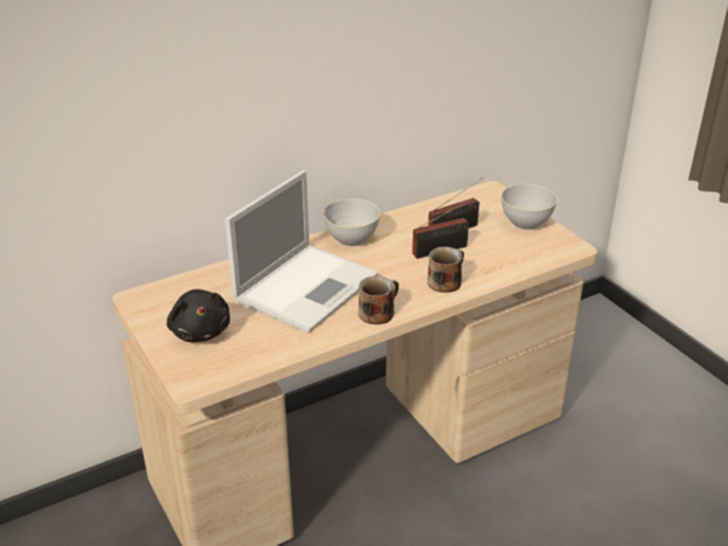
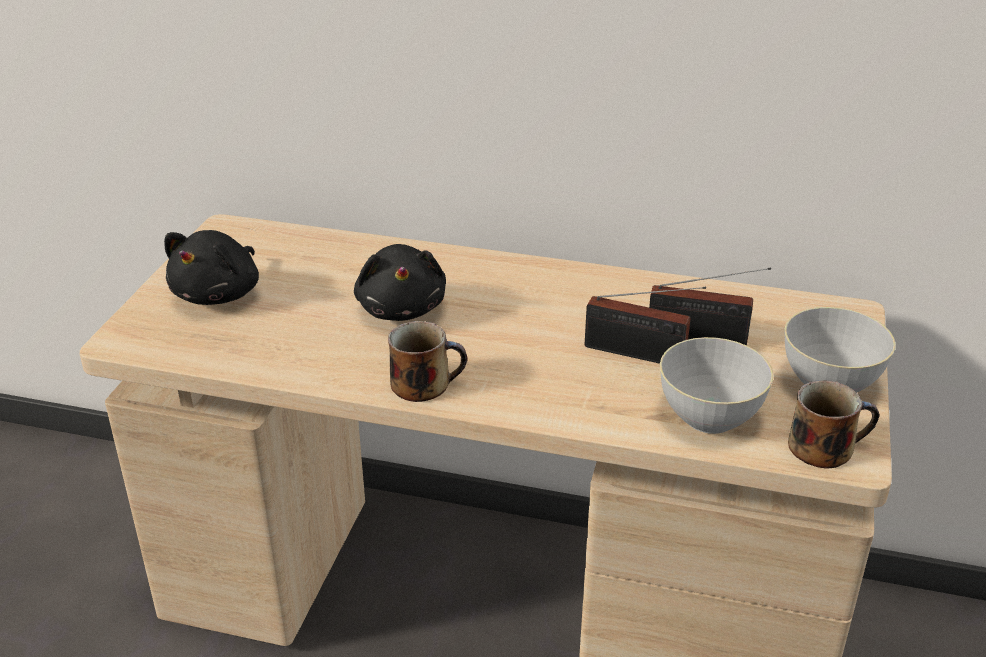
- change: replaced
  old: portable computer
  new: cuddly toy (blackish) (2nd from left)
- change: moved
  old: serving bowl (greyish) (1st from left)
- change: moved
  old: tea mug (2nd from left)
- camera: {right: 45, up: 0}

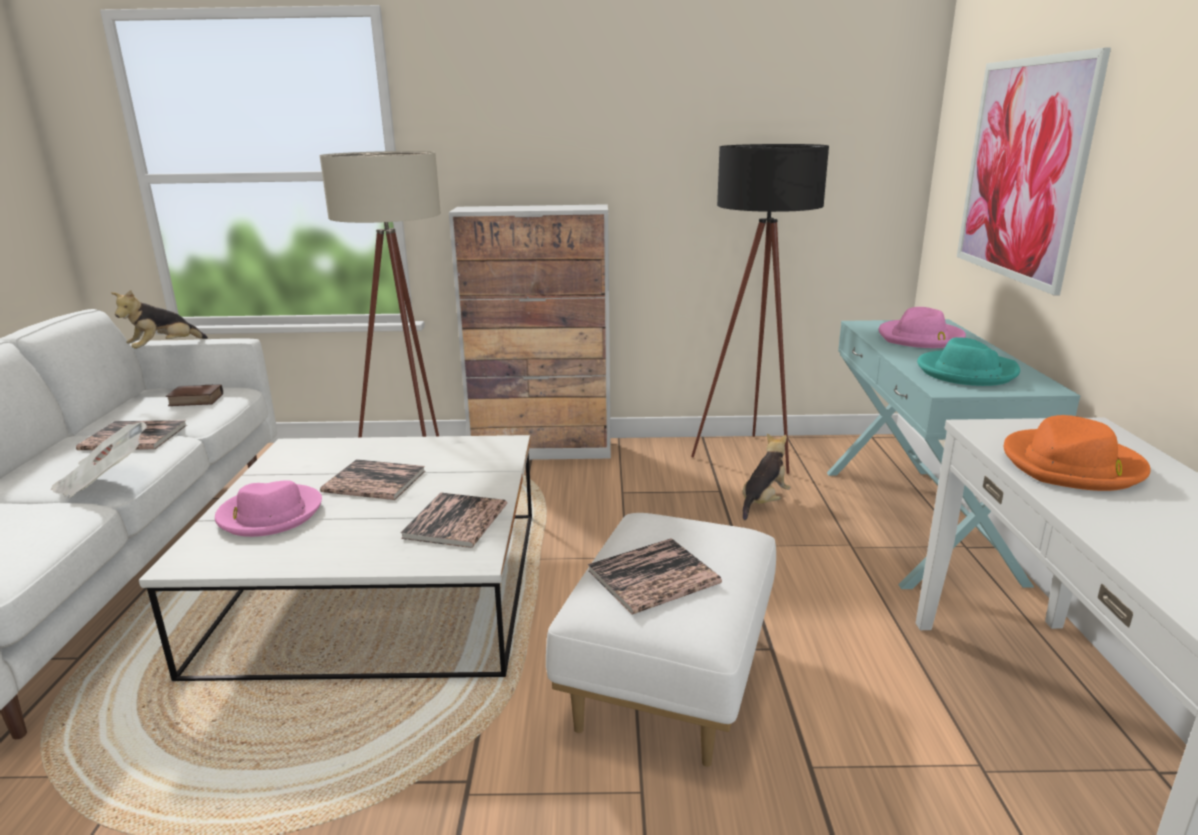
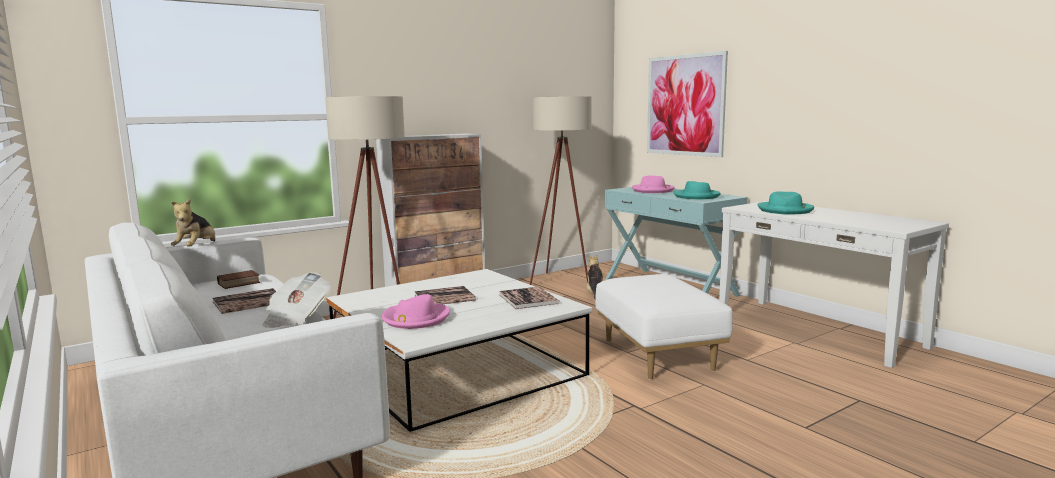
- change: recoloured
  old: floor lamp (blackish)
  new: floor lamp (beige) (2nd from left)
- change: recoloured
  old: hat (orangey)
  new: hat (turquoise) (2nd from left)
- change: removed
  old: volume (5th from left)
- camera: {right: -35, up: -10}

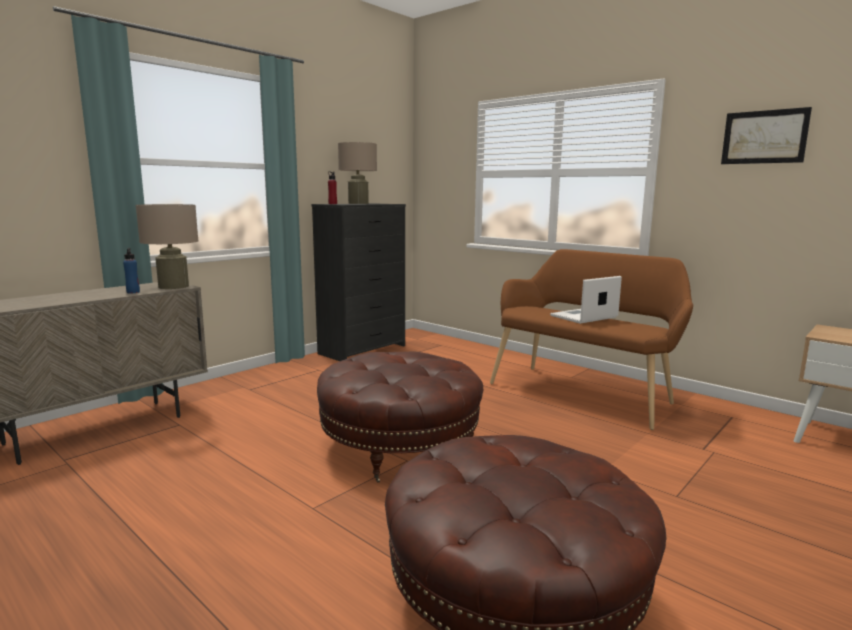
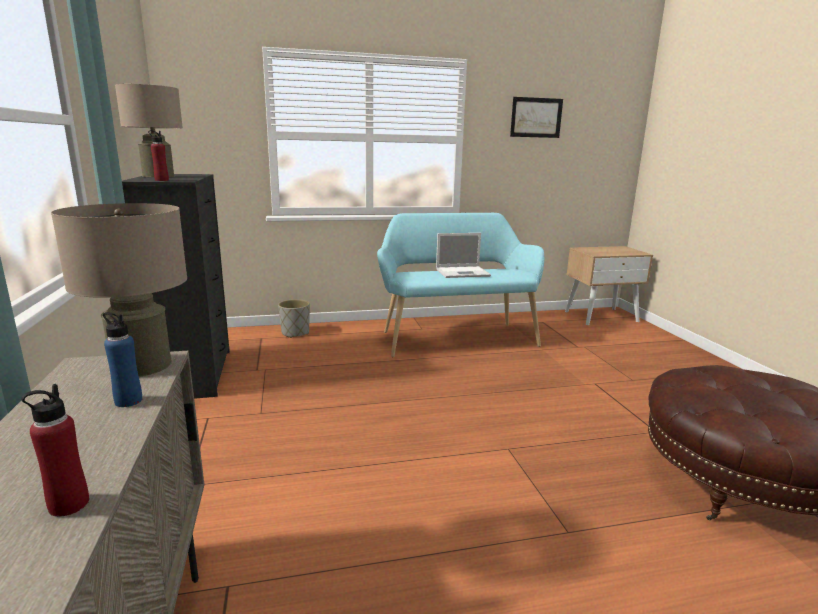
- change: recoloured
  old: indoor bench (brown)
  new: indoor bench (turquoise)
- change: turned
  old: portable computer
  degrees: -105
- change: removed
  old: pouffe (brown) (1st from left)
- change: added
  new: flower pot (greyish)
- change: added
  new: bottle (red) (1st from left)
- camera: {right: -55, up: 5}

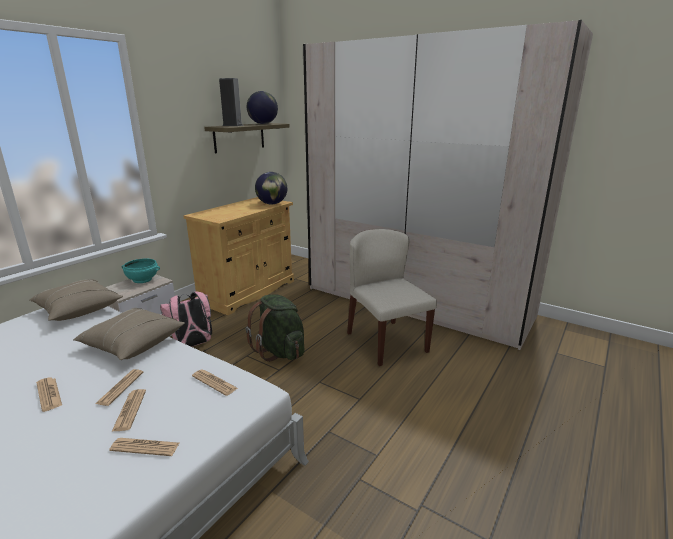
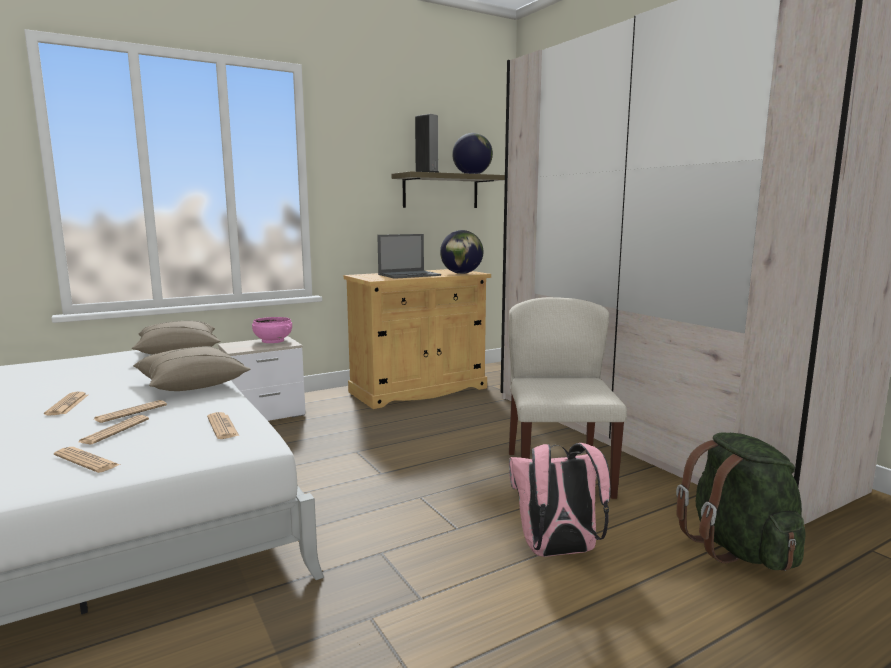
- change: recoloured
  old: serving bowl (turquoise)
  new: serving bowl (pink-coloured)
- change: moved
  old: knapsack (pink-coloured)
- change: moved
  old: knapsack (green-coloured)
- change: added
  new: portable computer
- camera: {right: 25, up: -10}

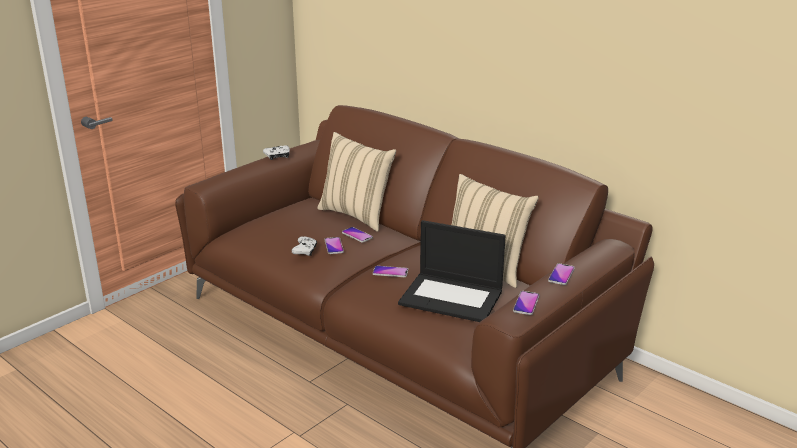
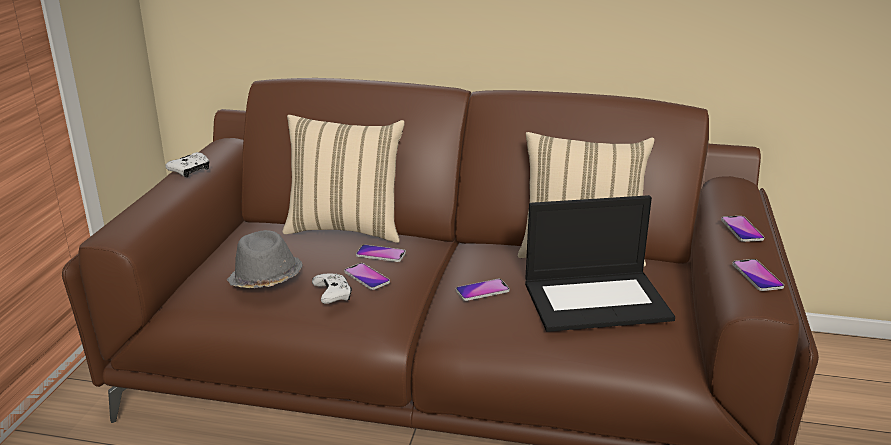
- change: added
  new: hat (greyish)
- camera: {right: -30, up: 0}

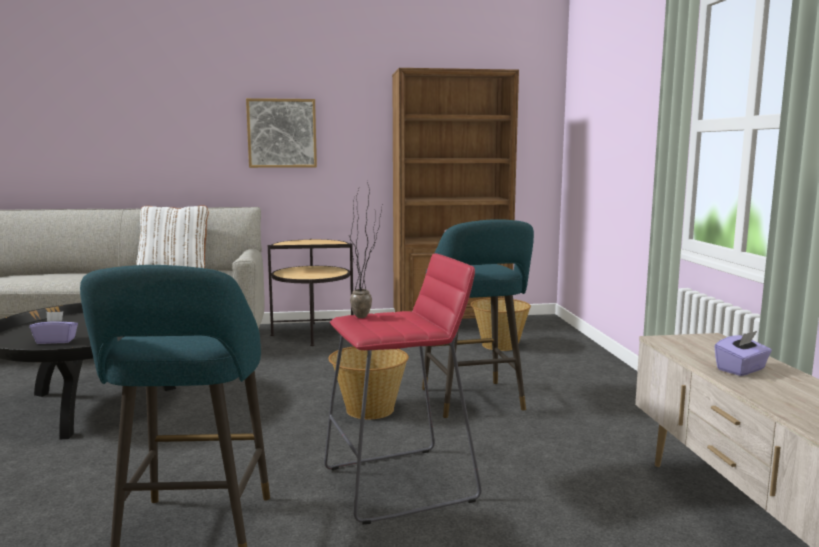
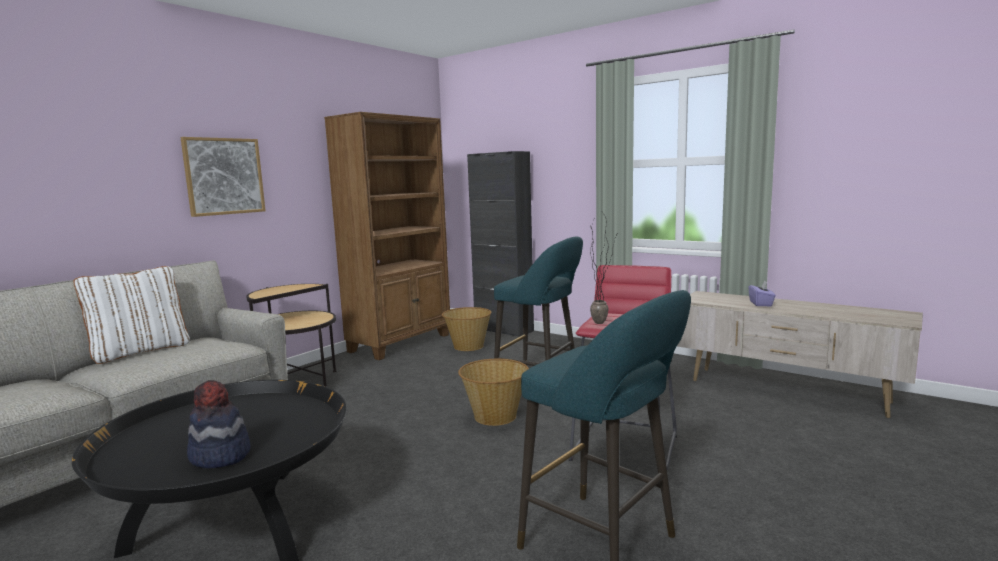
- change: replaced
  old: tissue holder (purplish) (1st from left)
  new: hat
- change: added
  new: storage cabinet (blackish)
- camera: {right: -45, up: 0}

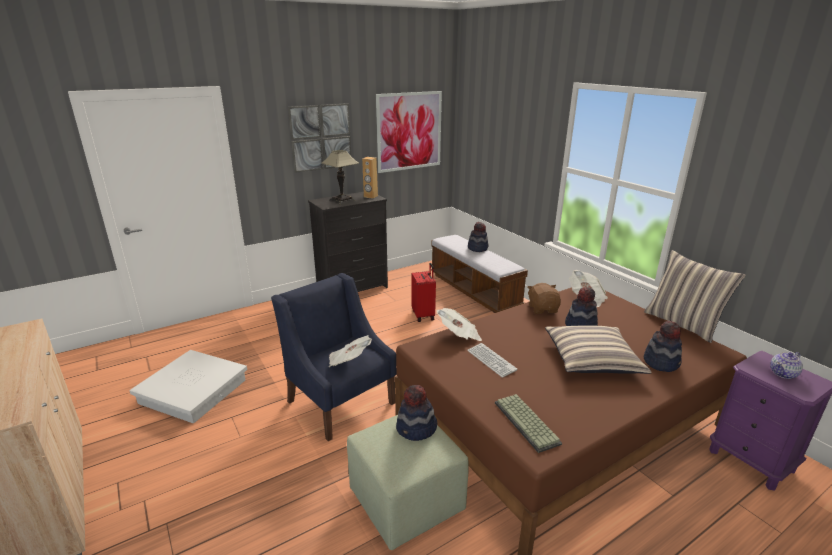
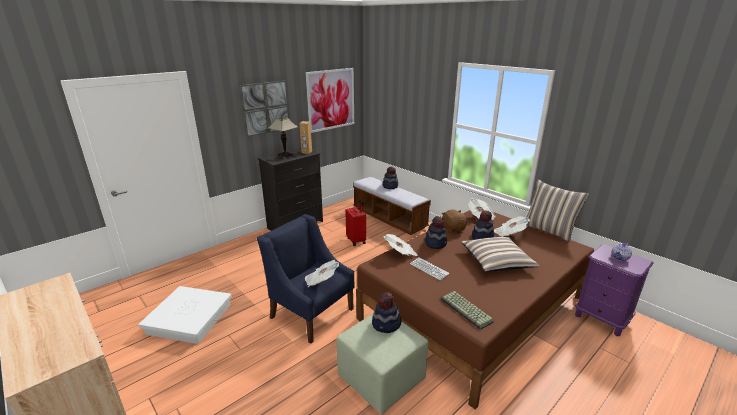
- change: moved
  old: hat (4th from left in the first image)
  new: hat (3rd from left)
- change: added
  new: printed paper (4th from left)
- camera: {right: -10, up: 0}

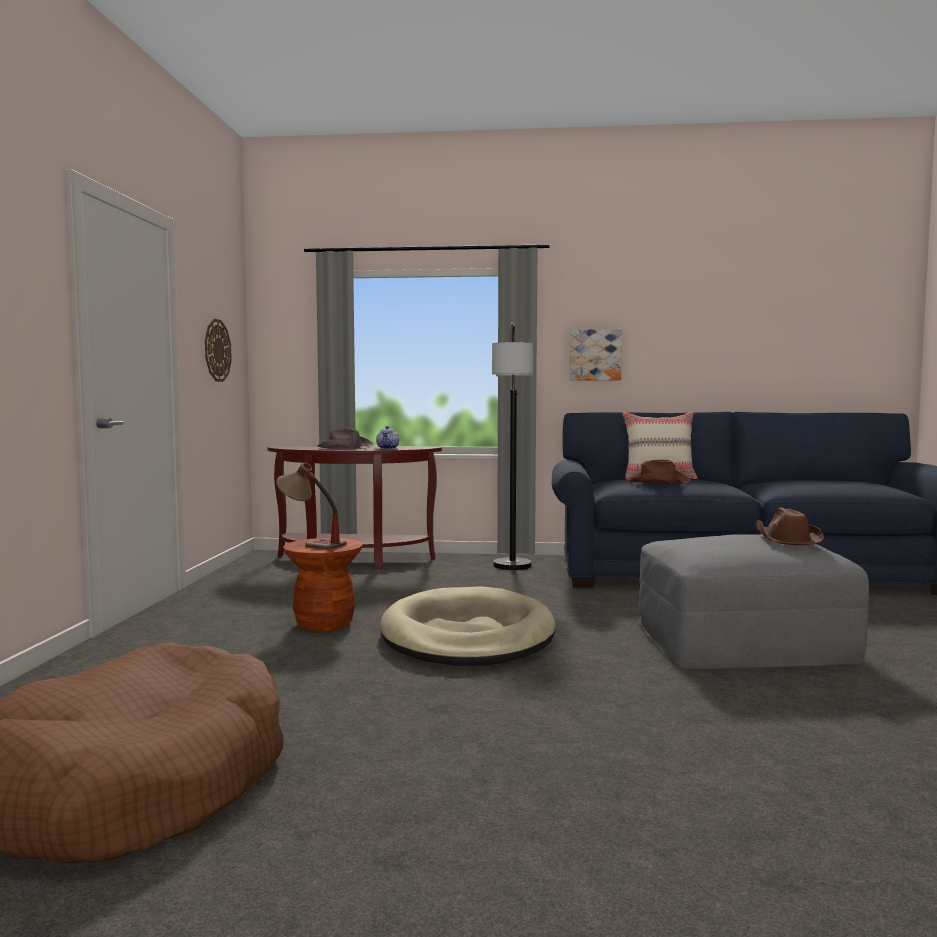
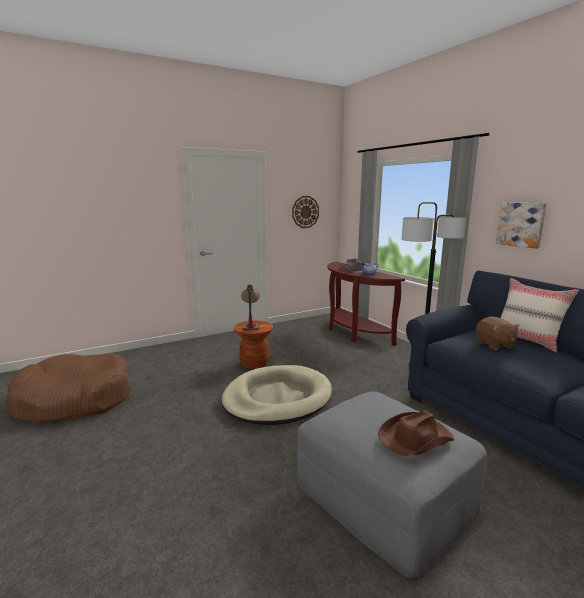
- change: replaced
  old: hat (brown) (2nd from left)
  new: cuddly toy (brown)
- camera: {right: 55, up: 10}

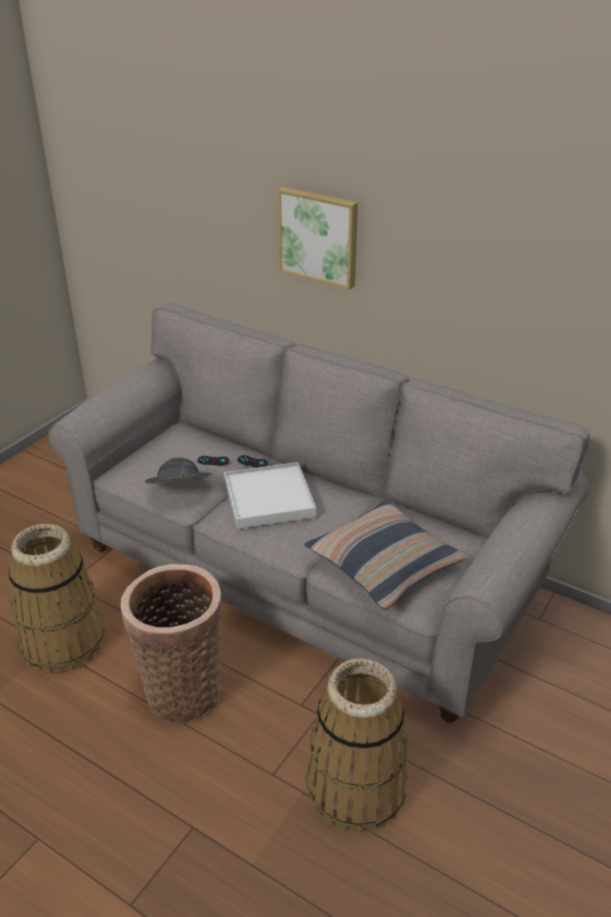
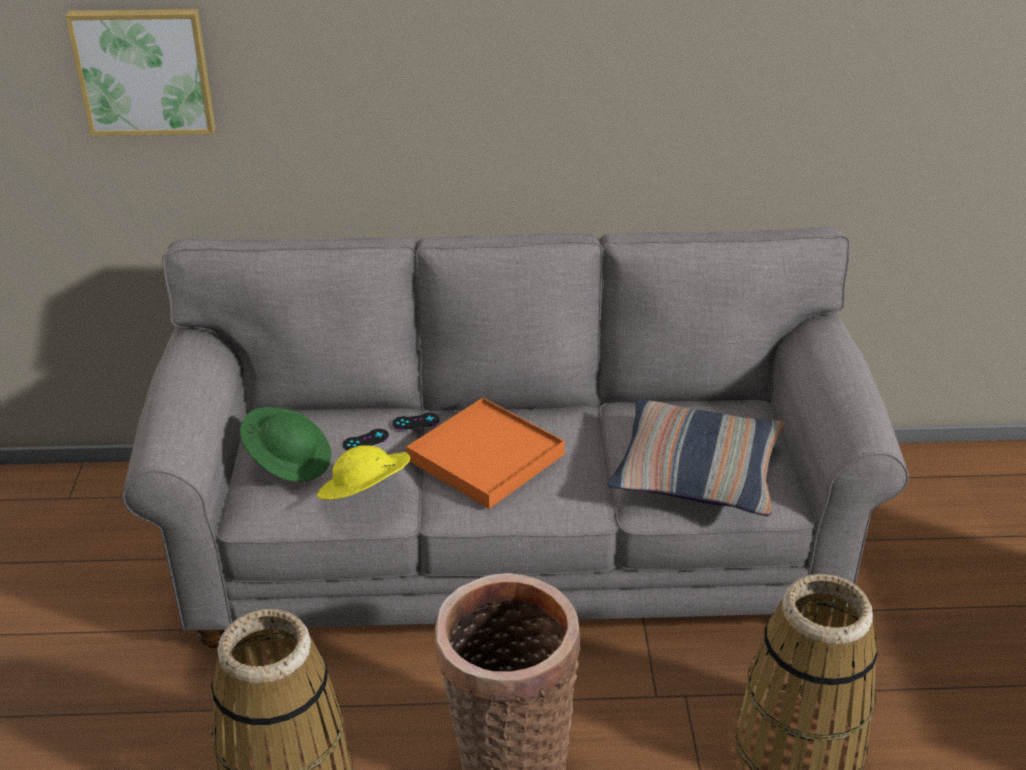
- change: moved
  old: wall picture
- change: recoloured
  old: hat (greyish)
  new: hat (yellow-coloured)
- change: recoloured
  old: serving tray (white)
  new: serving tray (orangey)
- change: added
  new: hat (green-coloured)
- camera: {right: -35, up: 0}

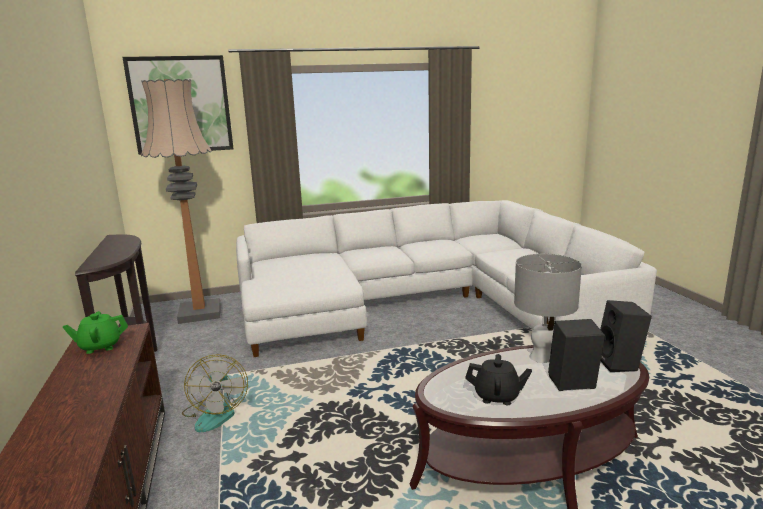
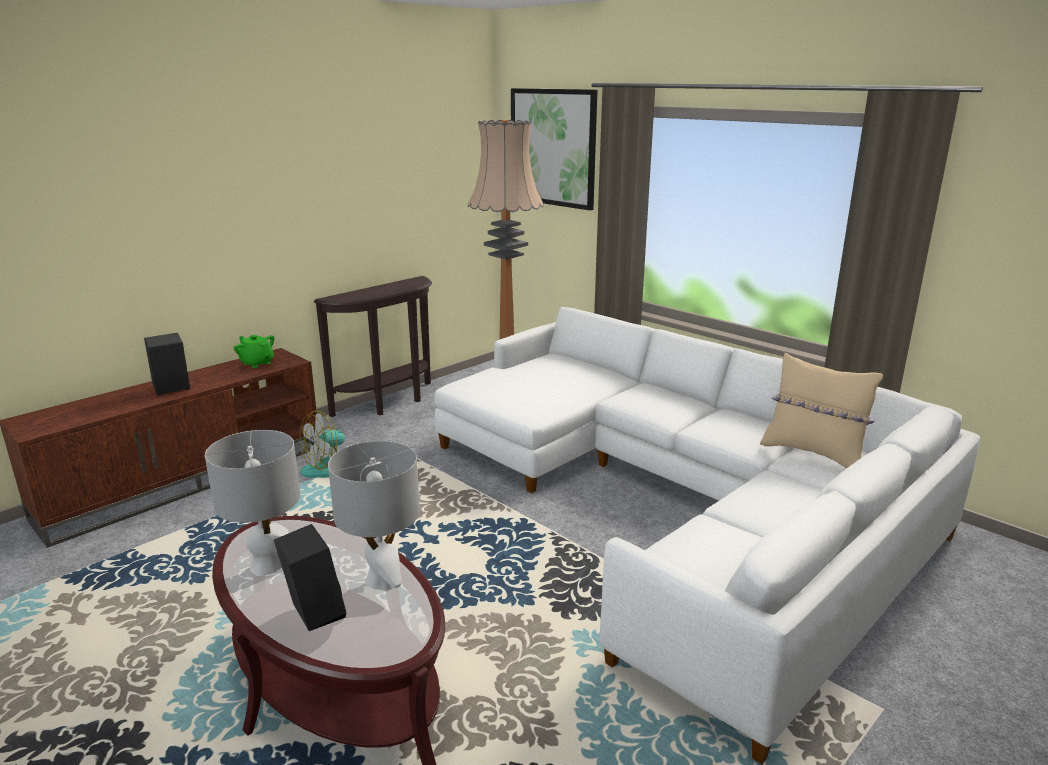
- change: moved
  old: loudspeaker (blackish) (2nd from left in the first image)
  new: loudspeaker (blackish) (1st from left)
- change: replaced
  old: pot for tea (blackish)
  new: tabletop lamp (greyish) (1st from left)
- change: added
  new: cushion (beige)
- camera: {right: 60, up: 5}

